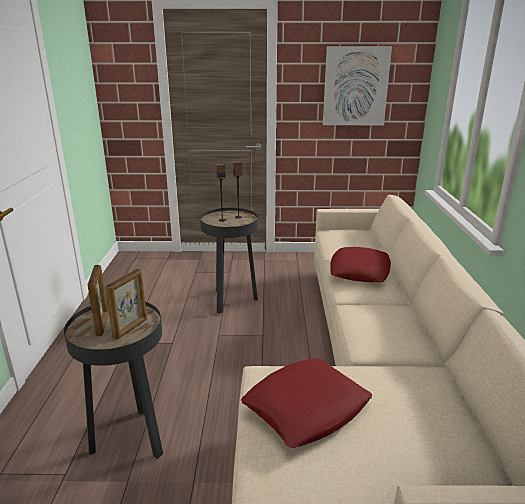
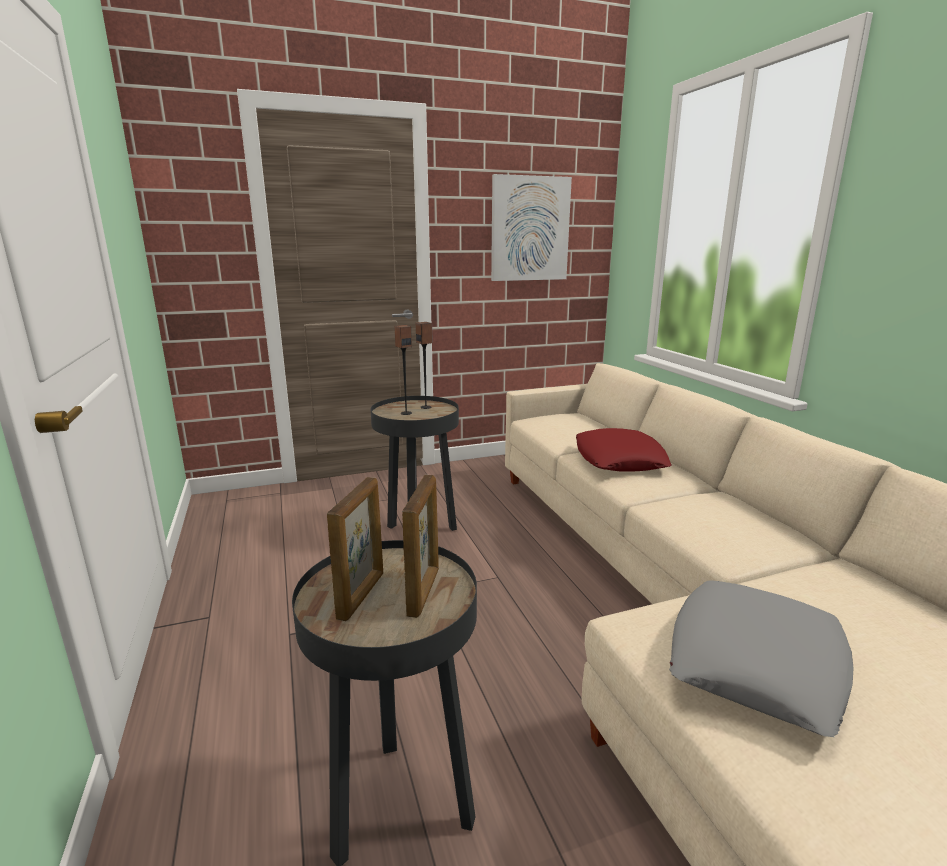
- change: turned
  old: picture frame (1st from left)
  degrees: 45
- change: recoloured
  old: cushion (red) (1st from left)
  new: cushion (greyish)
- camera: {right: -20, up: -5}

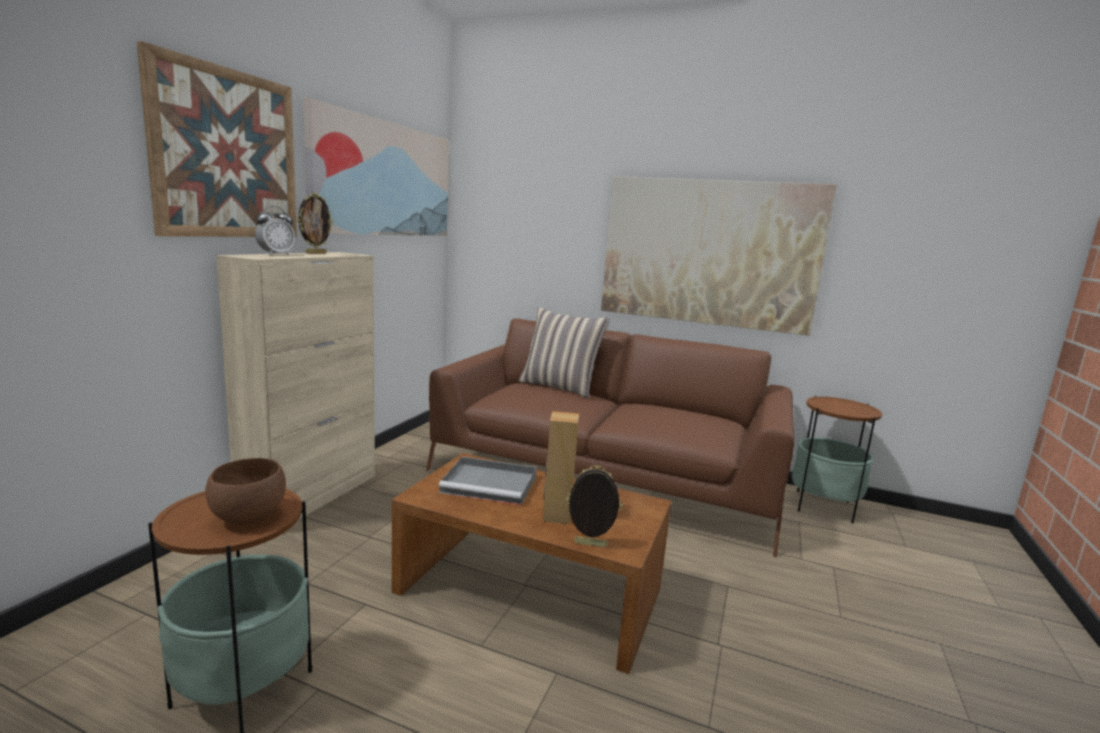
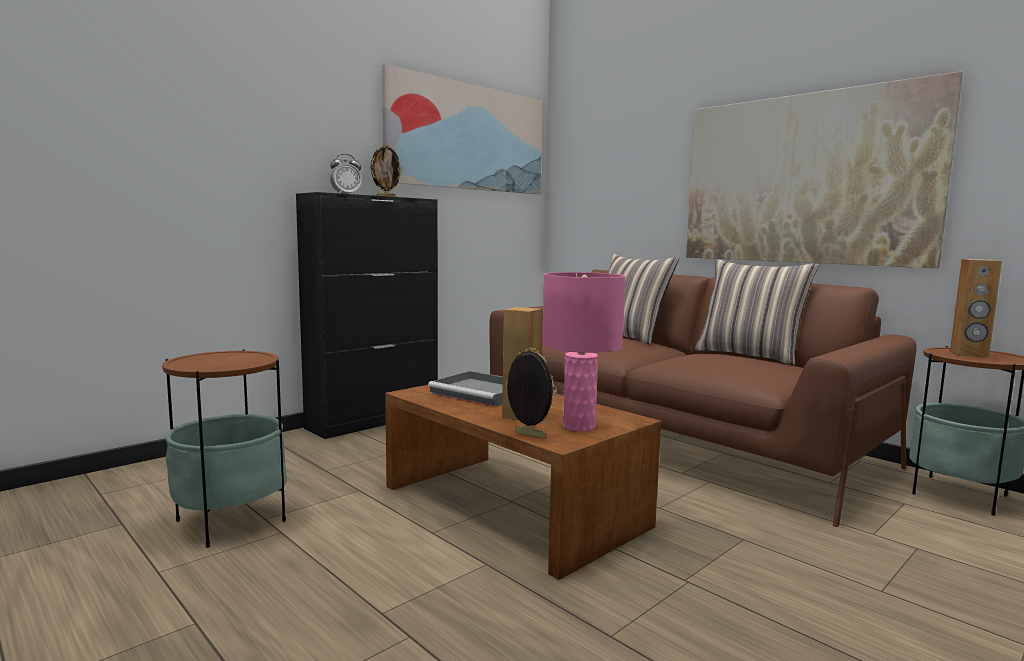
- change: removed
  old: wall picture (1st from left)
- change: recoloured
  old: storage cabinet (beige)
  new: storage cabinet (blackish)
- change: removed
  old: serving bowl (brown)
- change: added
  new: cushion (2nd from left)
- change: added
  new: loudspeaker (brown) (2nd from left)
- change: added
  new: tabletop lamp (pink-coloured)
- camera: {right: 25, up: -5}

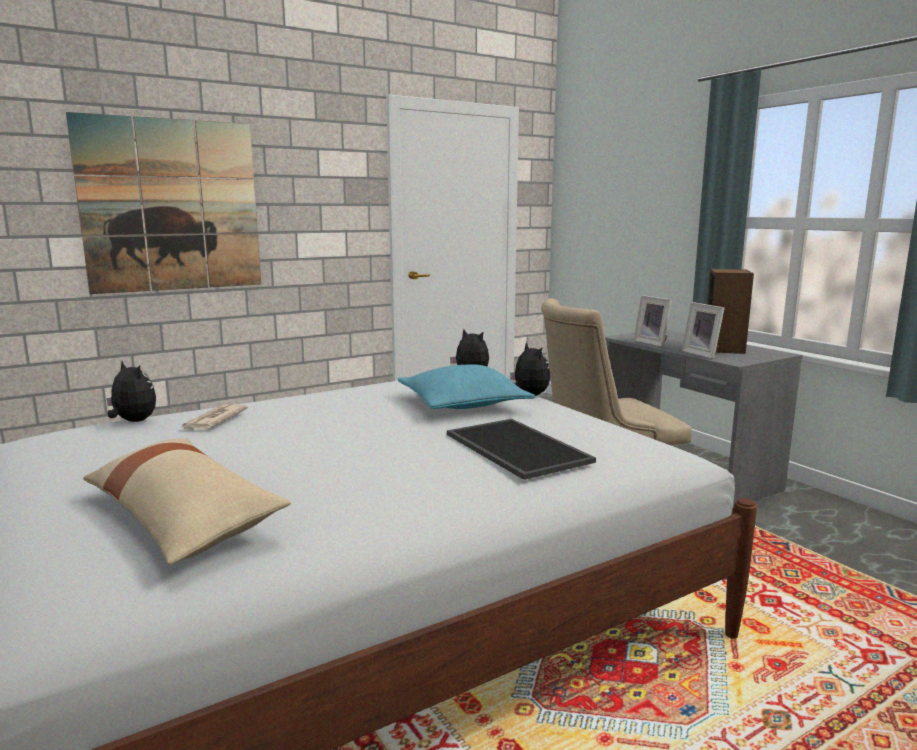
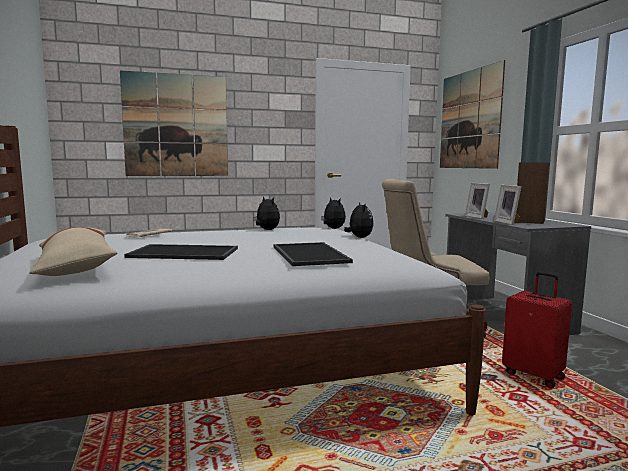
- change: moved
  old: cuddly toy (1st from left)
- change: removed
  old: cushion (turquoise)
- change: added
  new: wall picture (2nd from left)
- change: added
  new: serving tray (1st from left)
- change: added
  new: piece of luggage (red)
- camera: {right: 15, up: -5}

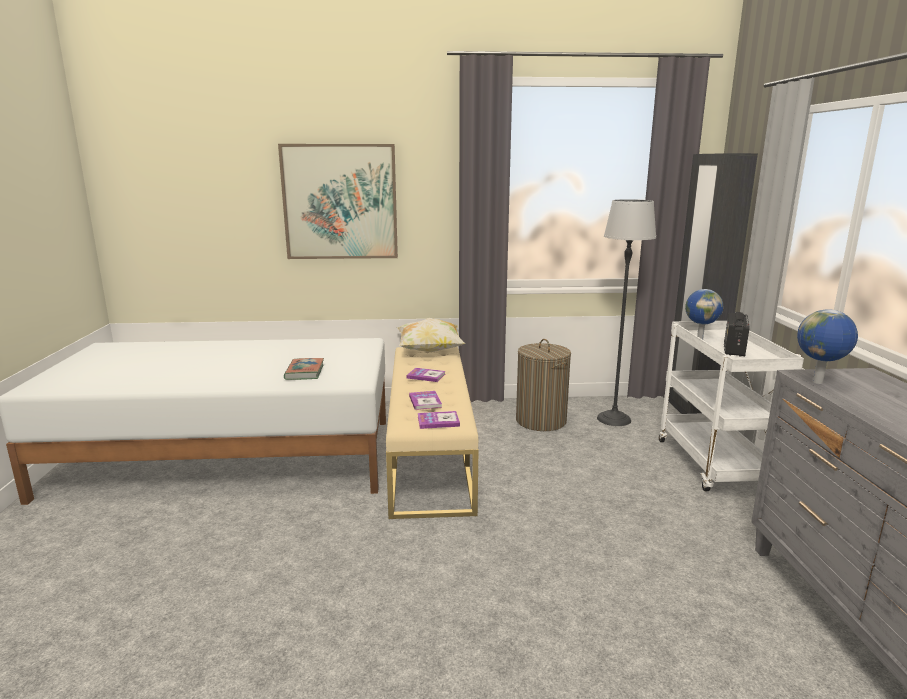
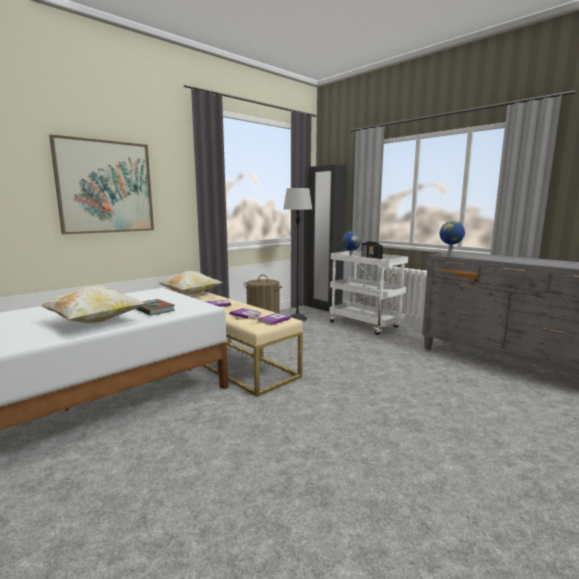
- change: added
  new: cushion (1st from left)
- camera: {right: -40, up: -5}

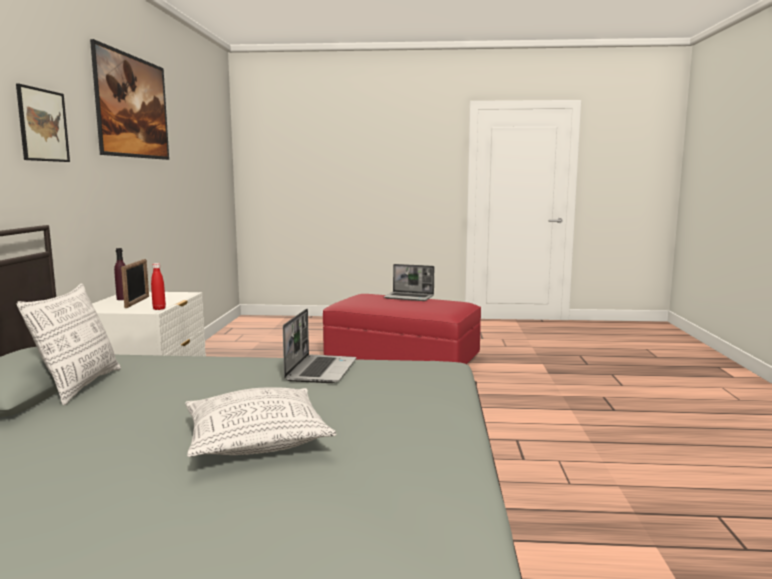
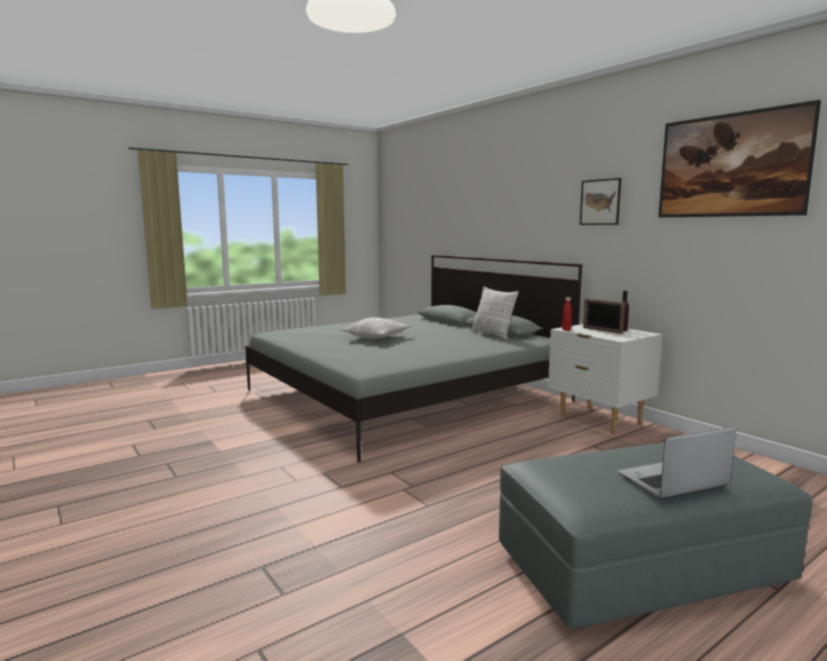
- change: recoloured
  old: pouffe (red)
  new: pouffe (greyish)
- change: removed
  old: portable computer (1st from left)
- camera: {right: 140, up: 0}

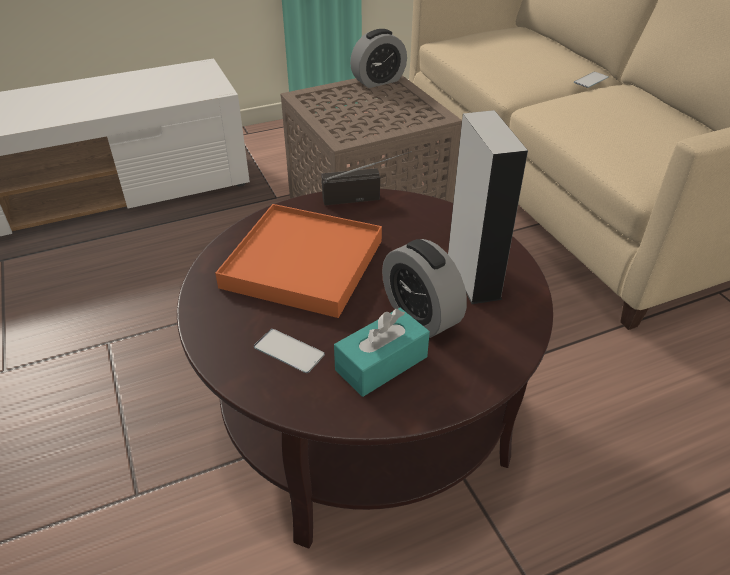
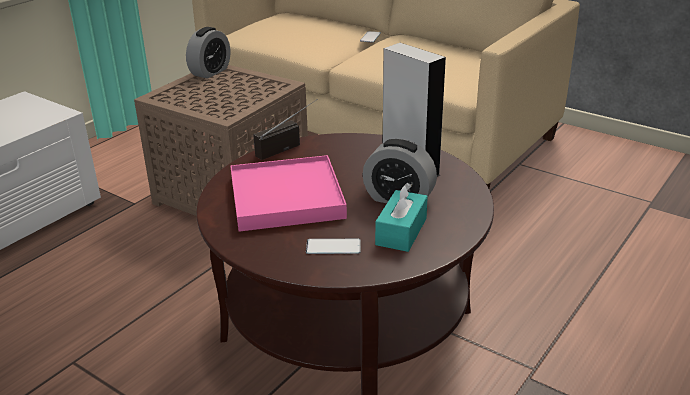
- change: recoloured
  old: serving tray (orangey)
  new: serving tray (pink-coloured)
- camera: {right: -30, up: -10}

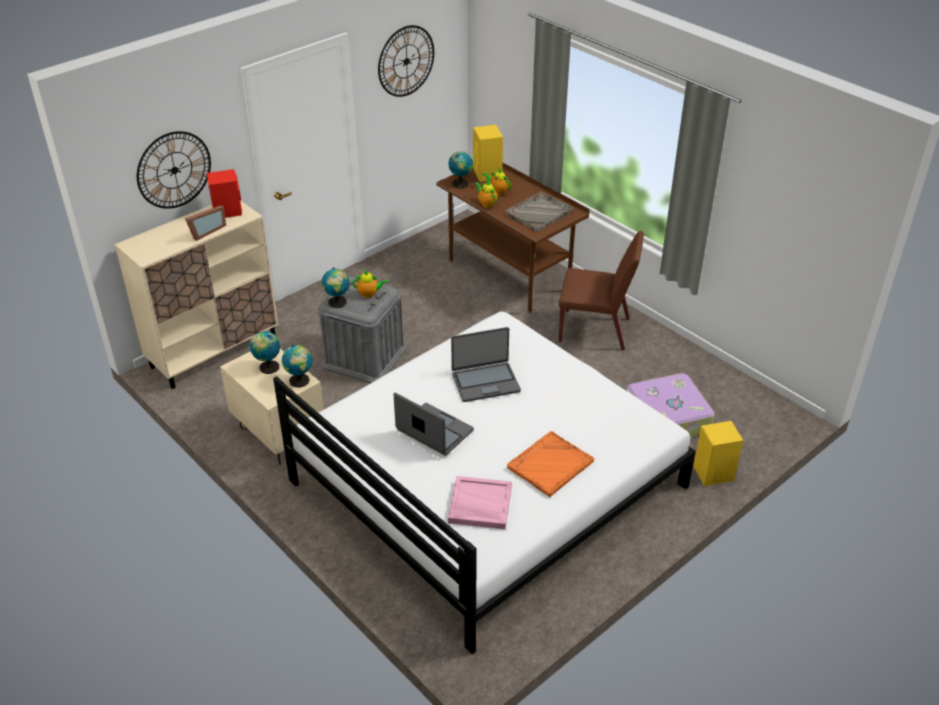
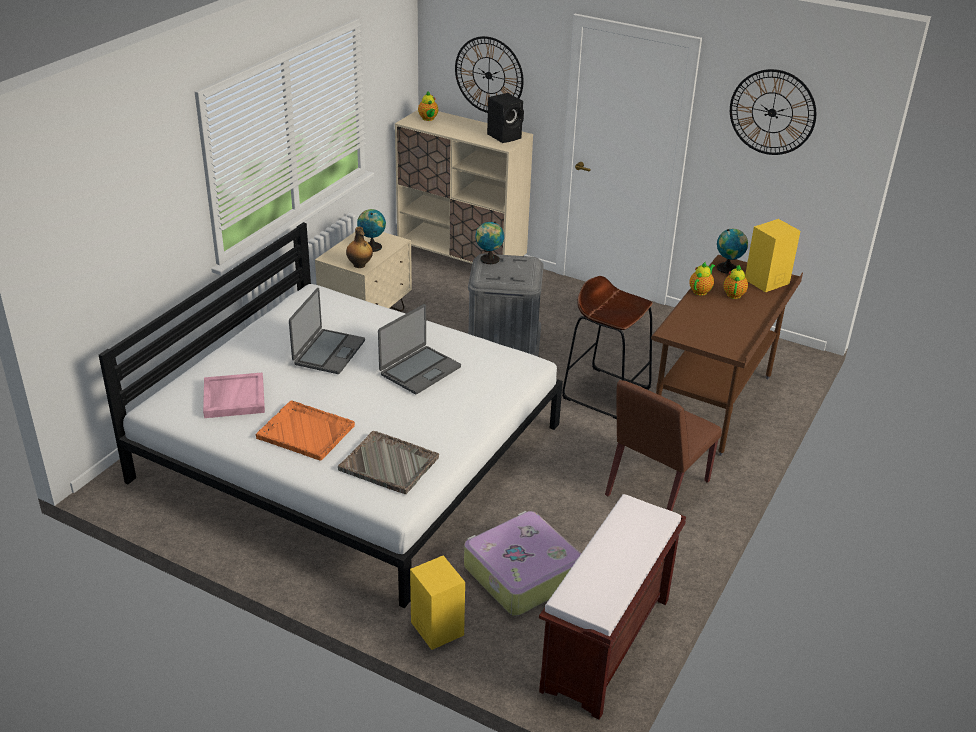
- change: recoloured
  old: loudspeaker (red)
  new: loudspeaker (blackish)
- change: moved
  old: serving tray (greyish)
- change: removed
  old: picture frame
- change: turned
  old: upright chair (brown)
  degrees: 45
- change: moved
  old: pot for tea (1st from left)
- change: turned
  old: portable computer (2nd from left)
  degrees: -105
- change: replaced
  old: globe (2nd from left)
  new: bottle
- change: added
  new: stool (brown)
- change: added
  new: indoor bench (brown)
- camera: {right: 70, up: -5}

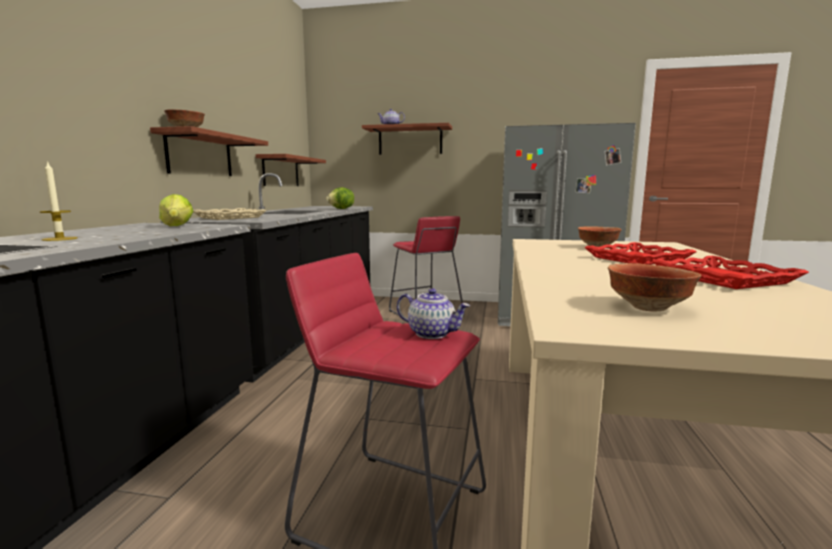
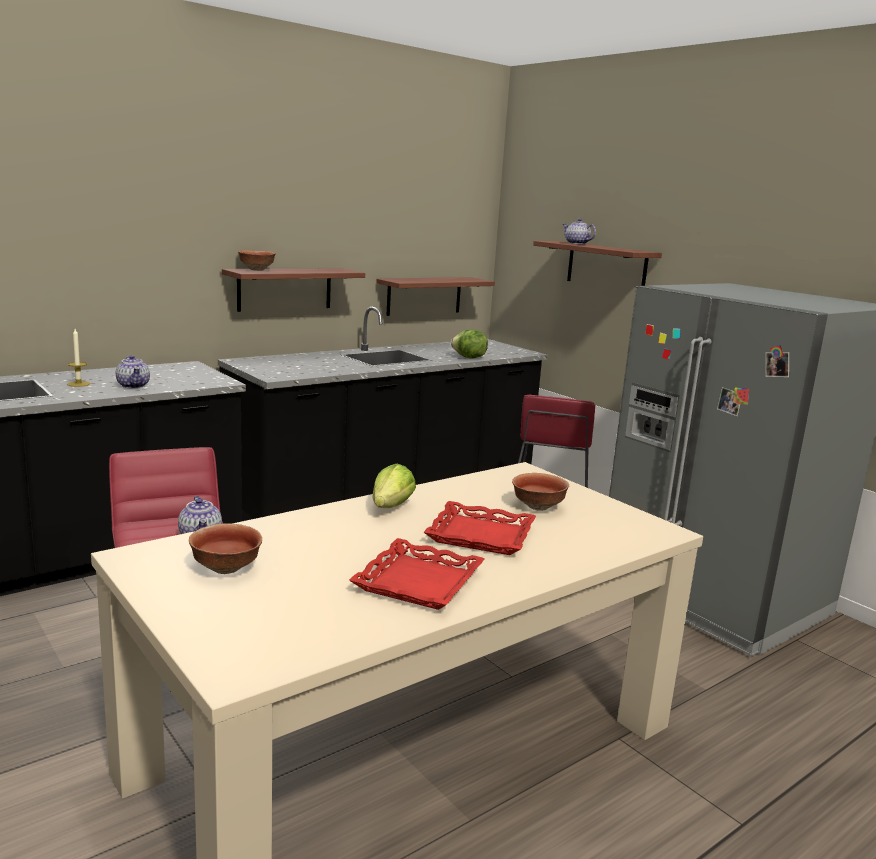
- change: moved
  old: head of lettuce (1st from left)
- change: removed
  old: serving tray (beige)
- change: added
  new: pot for tea (1st from left)
- camera: {right: 40, up: 5}

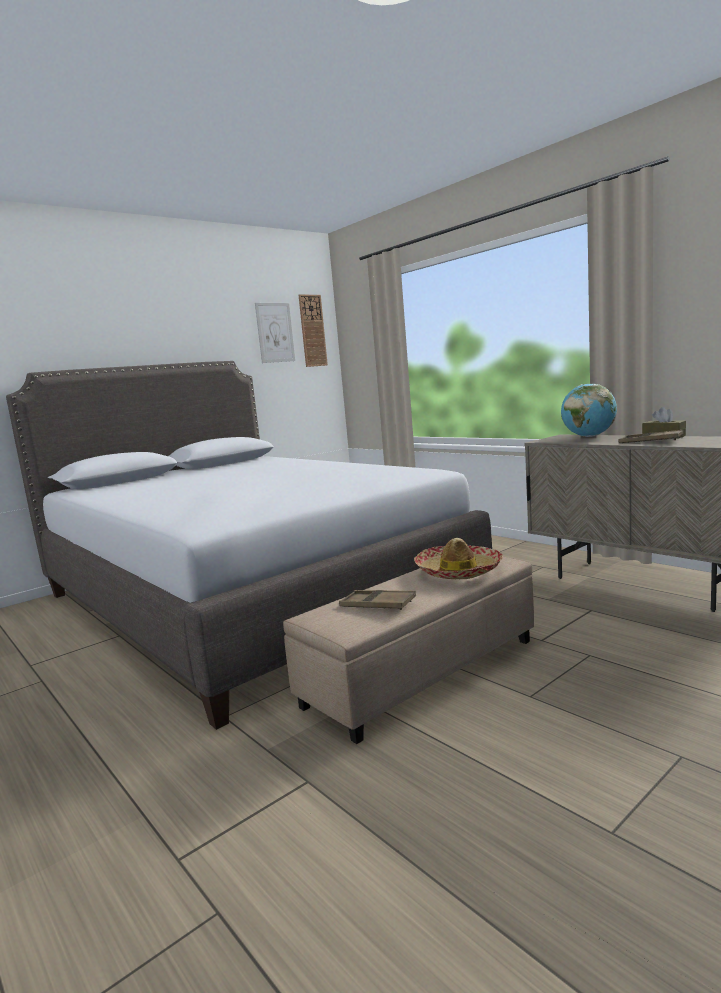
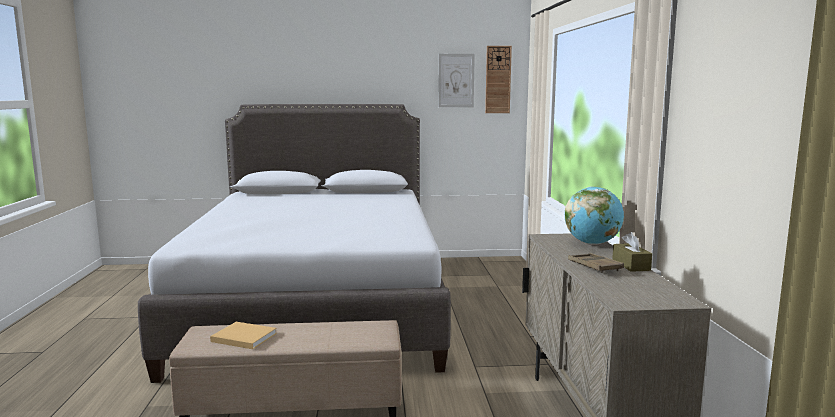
- change: removed
  old: hat
- change: replaced
  old: serving tray (brown) (1st from left)
  new: volume (beige)
- camera: {right: 35, up: 0}

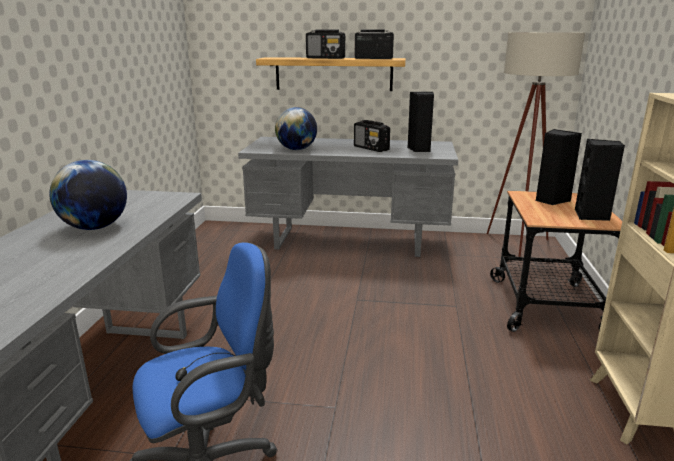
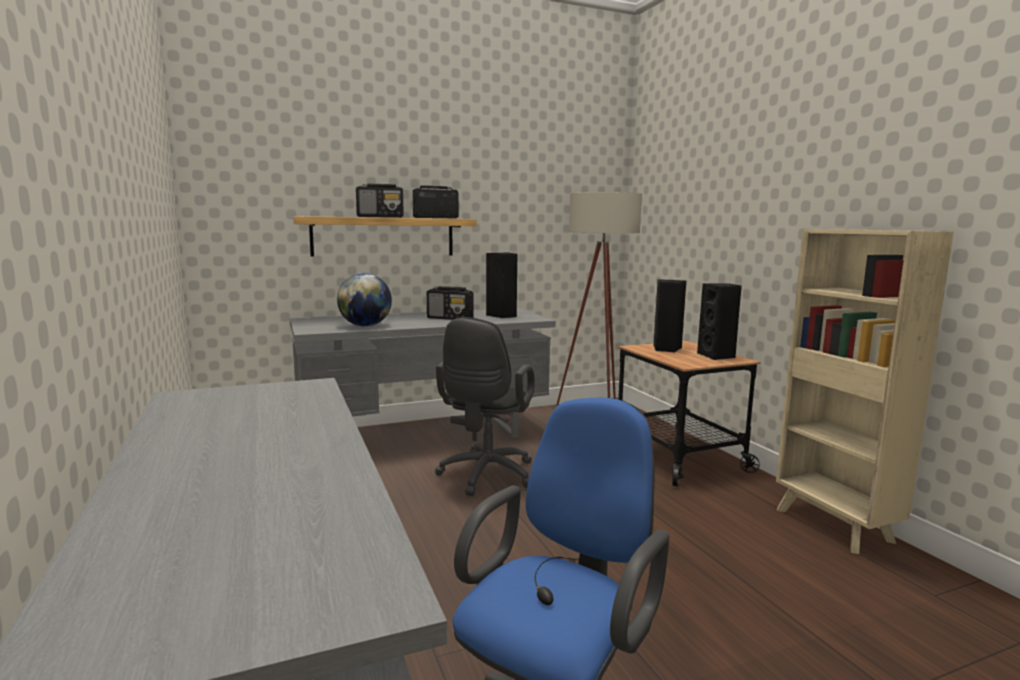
- change: removed
  old: globe (1st from left)
- change: added
  new: computer chair (blackish)
- camera: {right: -30, up: -10}

